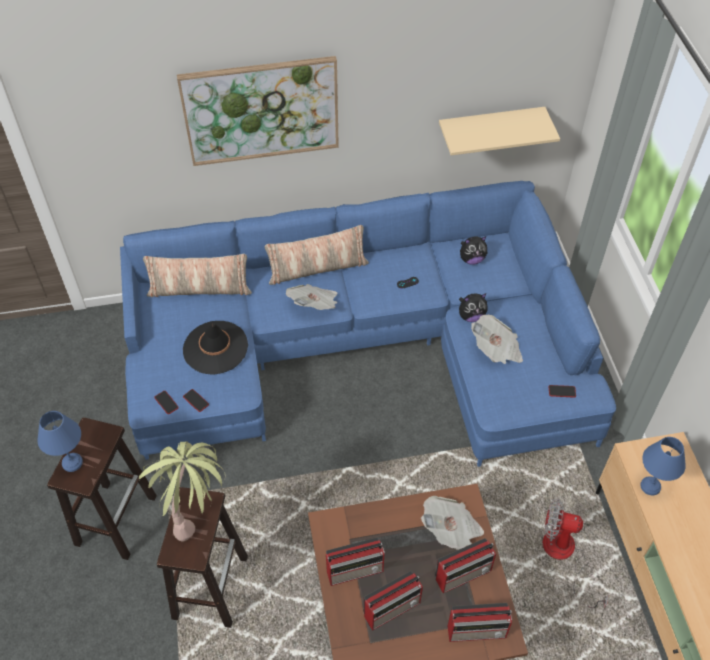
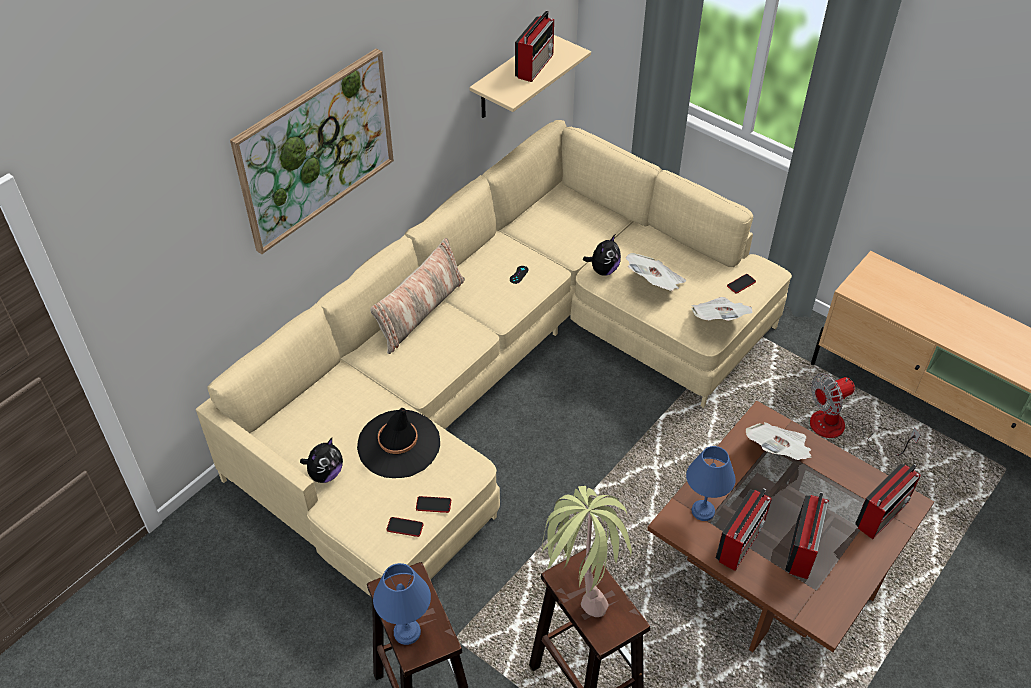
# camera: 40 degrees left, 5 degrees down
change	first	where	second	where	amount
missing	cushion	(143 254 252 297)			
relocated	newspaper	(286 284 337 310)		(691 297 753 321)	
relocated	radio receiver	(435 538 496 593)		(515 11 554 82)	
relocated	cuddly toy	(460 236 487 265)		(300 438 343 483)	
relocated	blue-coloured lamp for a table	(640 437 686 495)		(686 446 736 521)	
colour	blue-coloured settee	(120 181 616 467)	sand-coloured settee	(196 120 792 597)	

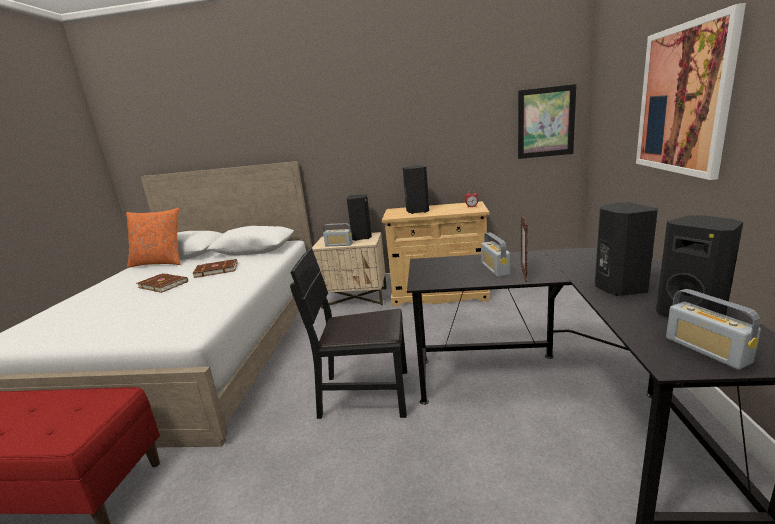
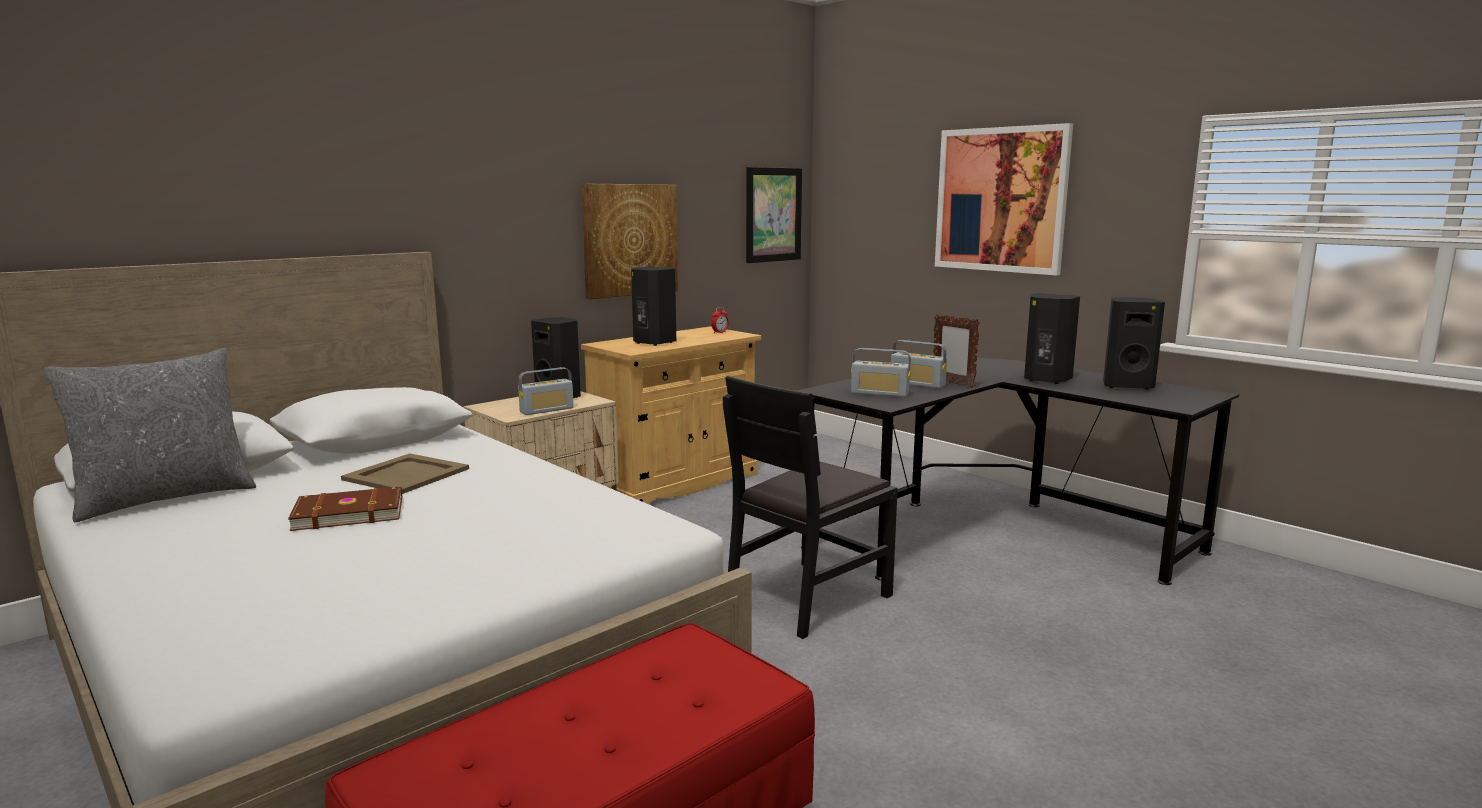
# camera: 50 degrees left, 5 degrees down
change	first	where	second	where	amount
appeared			picture	(582 183 678 299)	
relocated	radio receiver	(666 289 761 370)		(851 348 911 397)	
exchanged	brownish book	(192 259 238 278)	sand-coloured serving tray	(341 453 469 494)	
colour	orange cushion	(126 208 181 268)	greyish cushion	(43 348 256 522)	

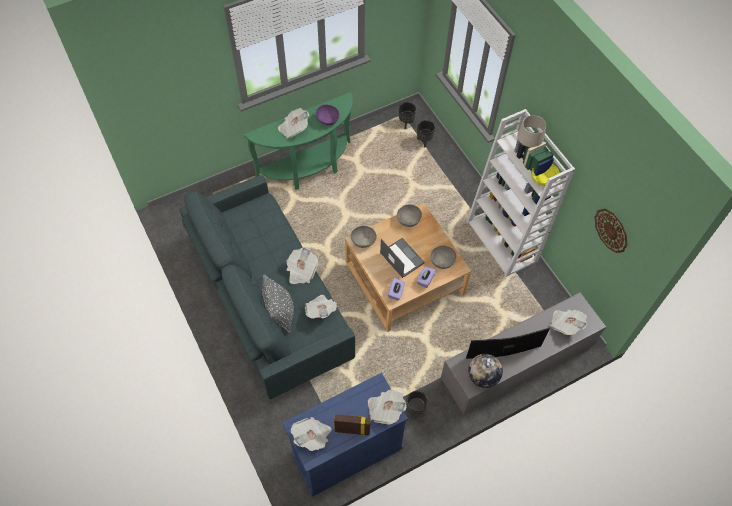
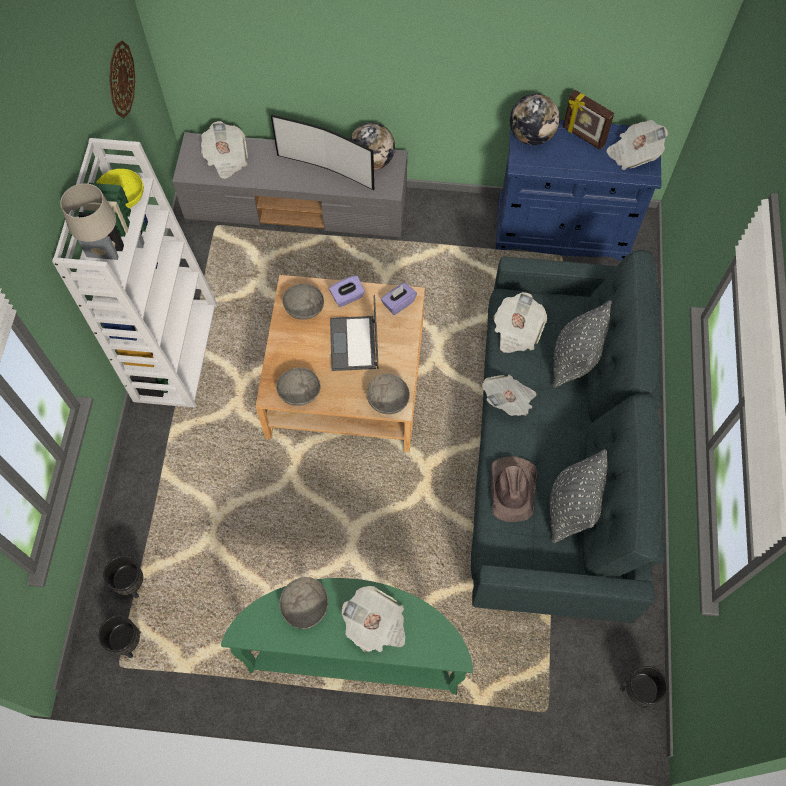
# camera: 145 degrees left, 5 degrees up
change	first	where	second	where	amount
appeared			brownish hat	(491 456 537 522)	
appeared			greyish cushion	(550 449 607 544)	
relocated	black planter	(406 391 428 420)		(622 666 668 708)	
exchanged	newspaper	(368 389 406 425)	globe	(510 93 560 145)	
colour	purple bowl	(316 105 339 125)	greyish bowl	(279 577 328 629)	

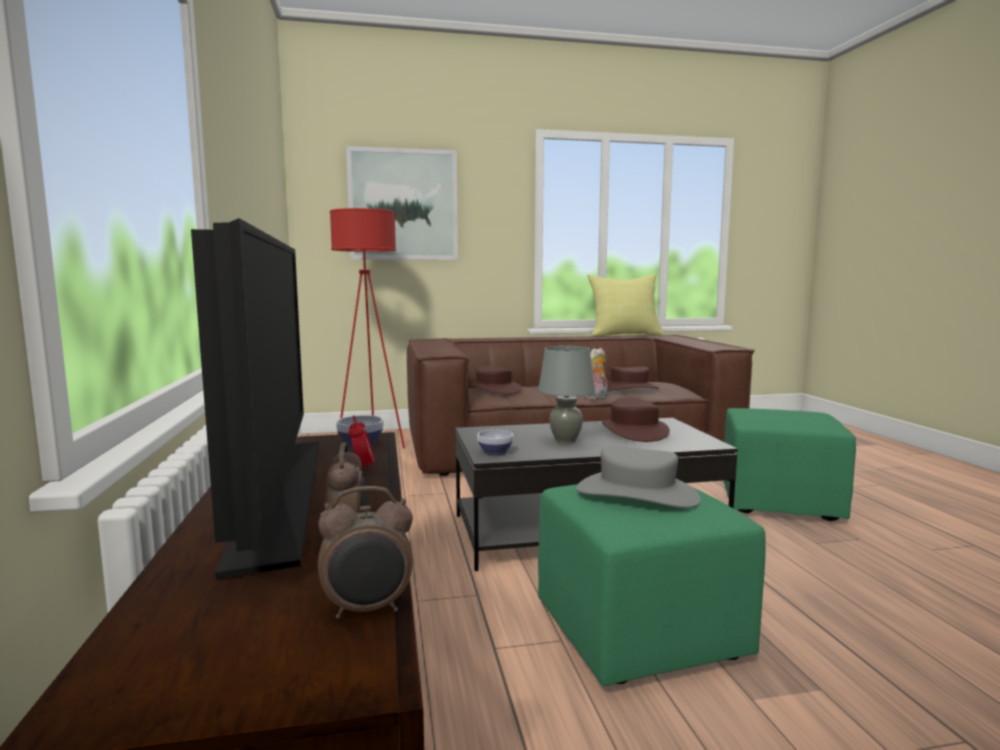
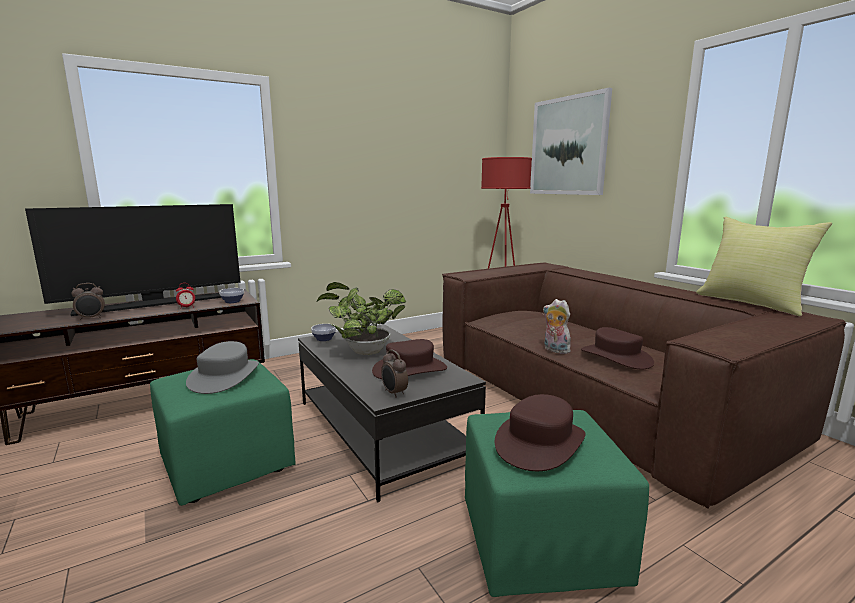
# camera: 70 degrees right, 5 degrees up
change	first	where	second	where	amount
relocated	table clock	(318 486 413 619)		(381 350 408 398)	
relocated	brownish hat	(468 366 522 394)		(495 394 586 471)	
exchanged	greyish lamp for a table	(538 346 595 444)	houseplant	(317 282 406 355)	

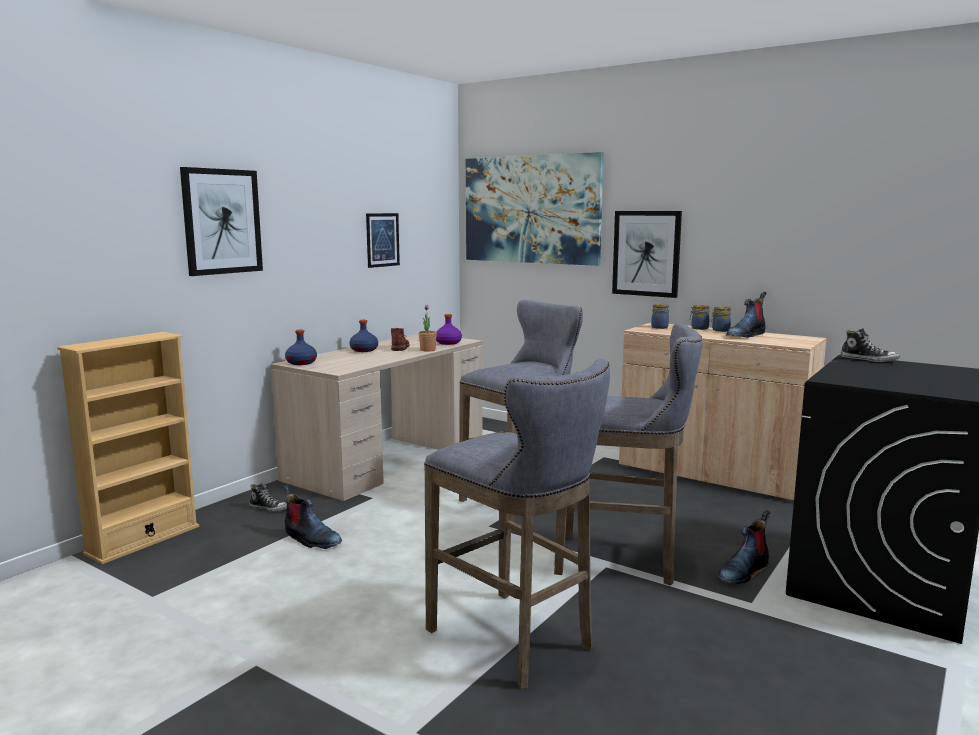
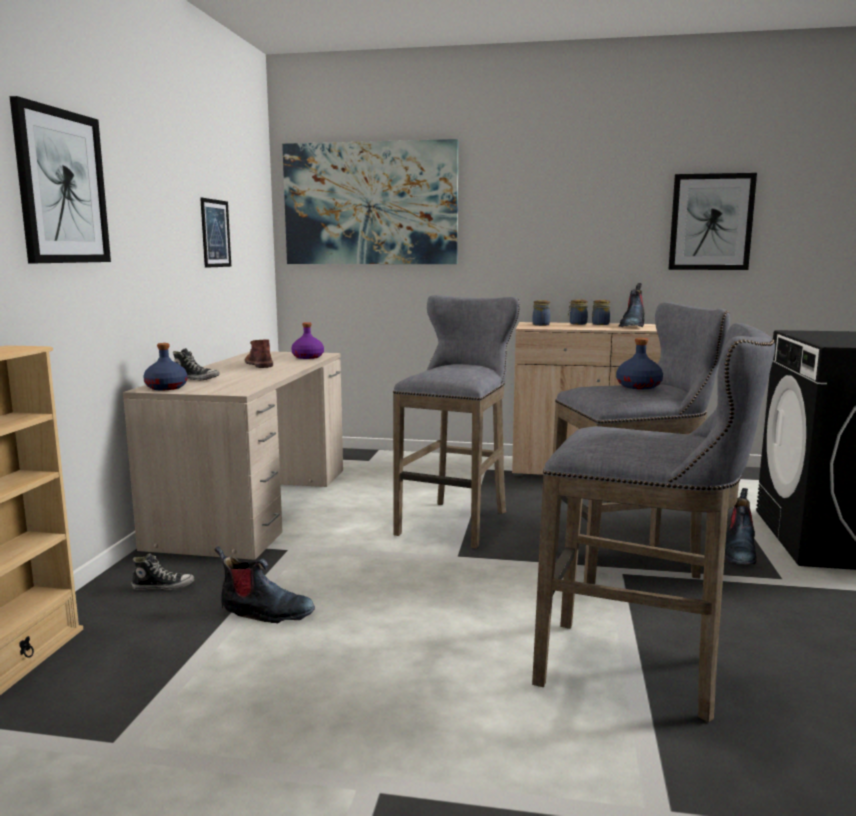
# camera: 25 degrees left, 0 degrees up
change	first	where	second	where	amount
missing	houseplant	(419 305 437 351)			
relocated	blue-coloured drink bottle	(349 320 378 352)		(616 338 663 389)	
relocated	picture	(612 211 682 298)		(668 173 757 270)	
relocated	low shoe	(841 328 900 362)		(173 348 220 380)	

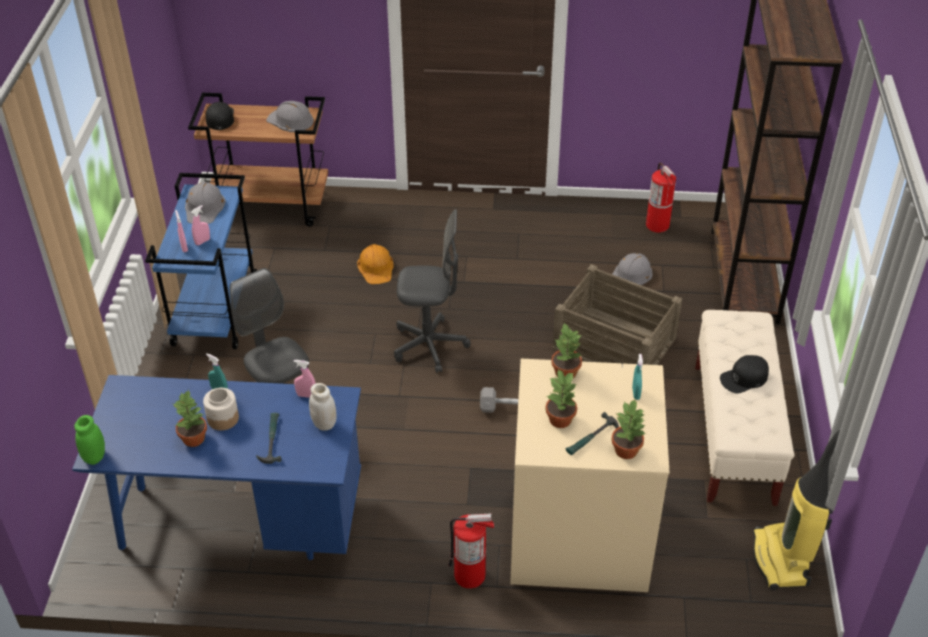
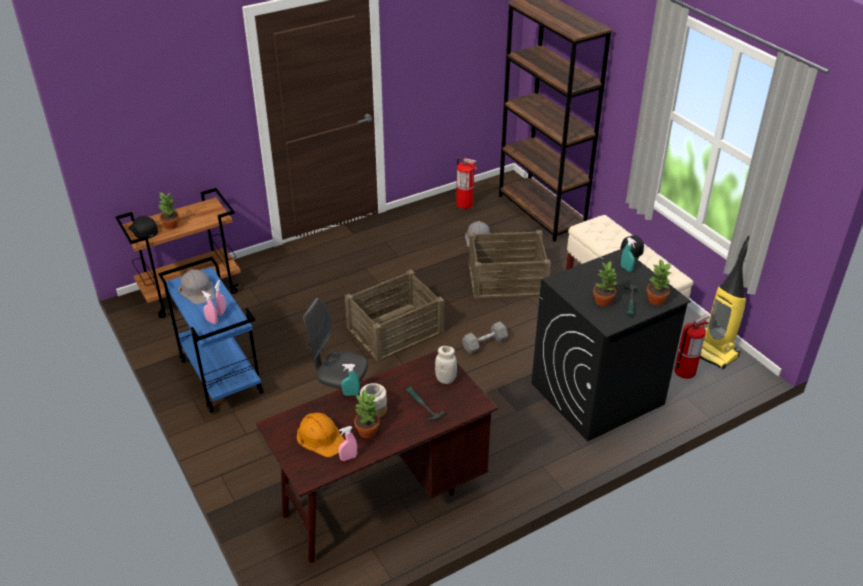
# camera: 35 degrees left, 5 degrees down
change	first	where	second	where	amount
missing	green storage jar	(74 415 105 465)			
missing	greyish hard hat	(266 101 314 132)			
relocated	pinkish spray bottle	(294 360 316 398)		(338 426 357 461)	
relocated	orange hard hat	(357 244 393 284)		(297 413 345 457)	
relocated	fire extinguisher	(448 513 494 588)		(674 314 710 379)	
relocated	houseplant	(551 323 582 378)		(158 192 179 229)	
exchanged	greyish computer chair	(394 209 471 373)	crate	(344 269 445 362)	
colour	blue-coloured desk	(72 375 361 560)	brownish desk	(255 350 498 563)	
colour	sand-coloured laundry machine	(510 359 670 592)	black laundry machine	(532 248 691 441)	

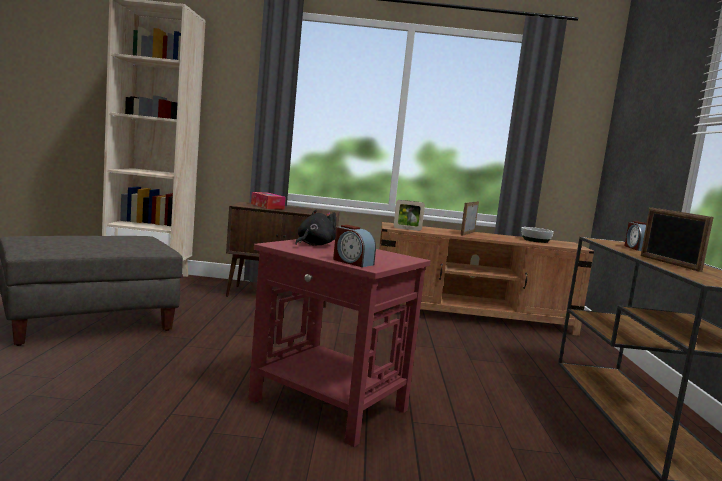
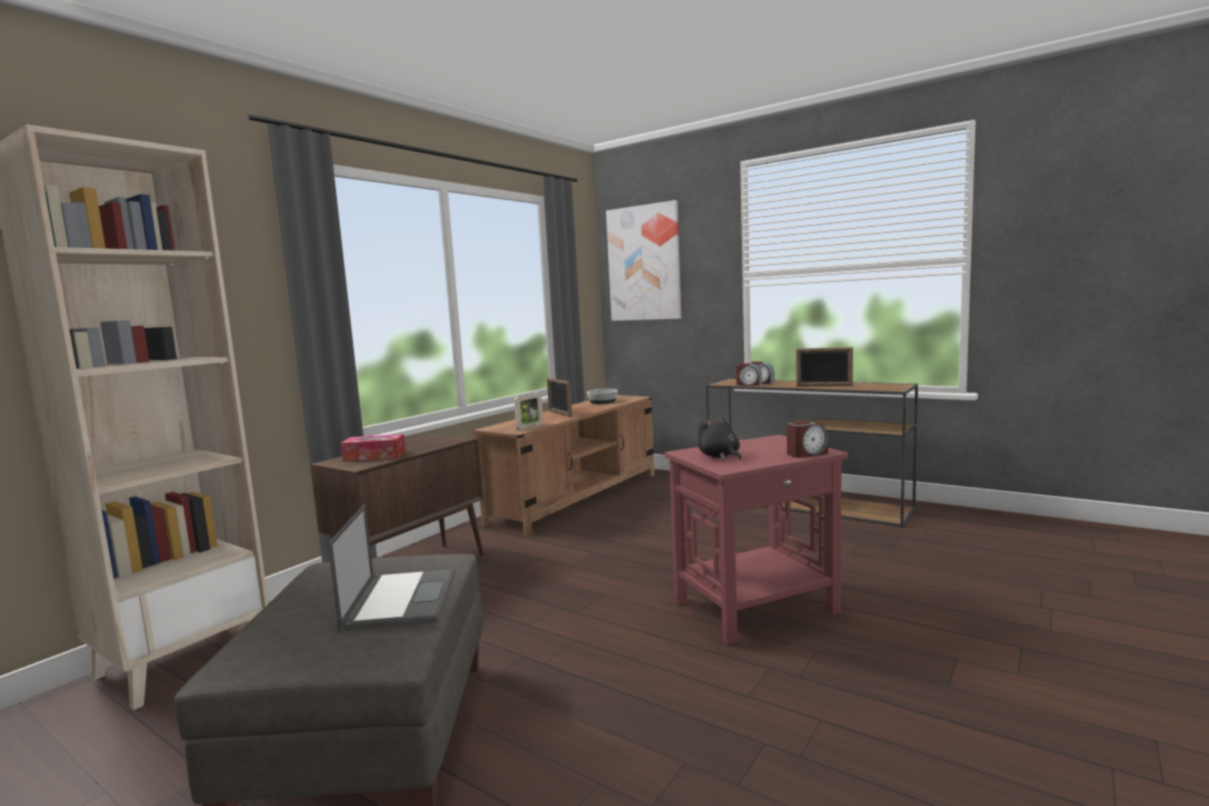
# camera: 55 degrees left, 0 degrees up
change	first	where	second	where	amount
appeared			notebook computer	(328 504 455 631)	
appeared			picture	(606 200 681 321)	
appeared			table clock	(736 363 762 386)	

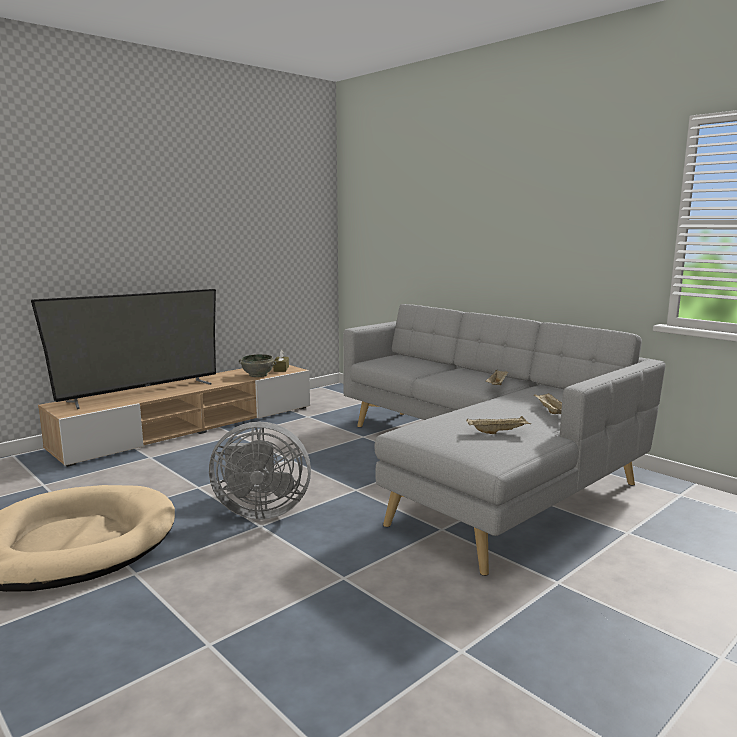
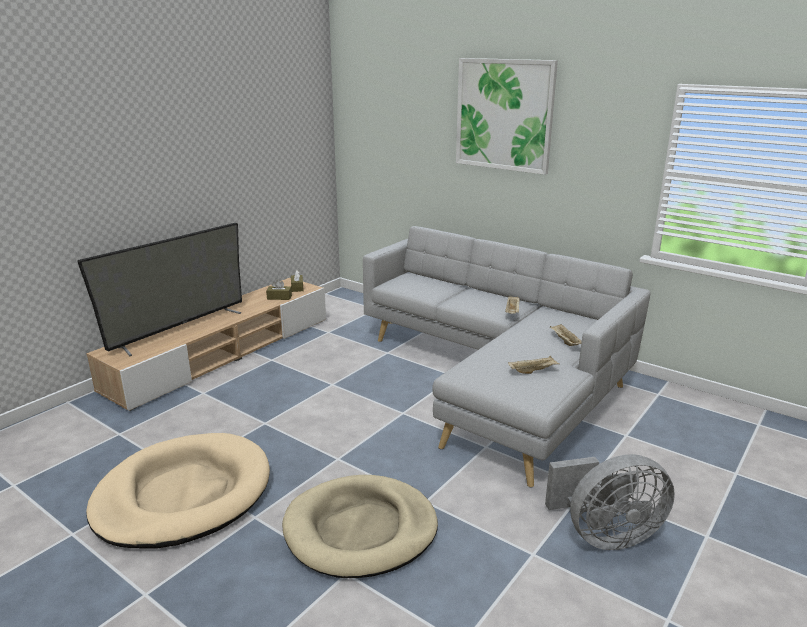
# camera: 10 degrees left, 10 degrees up
change	first	where	second	where	amount
appeared			sand-coloured dog bed	(282 475 438 578)	
appeared			picture	(456 58 558 175)	
relocated	greyish electric fan	(209 422 311 520)		(545 454 675 550)	
exchanged	greyish bowl	(239 354 276 377)	brownish box of tissues	(266 280 292 300)	

